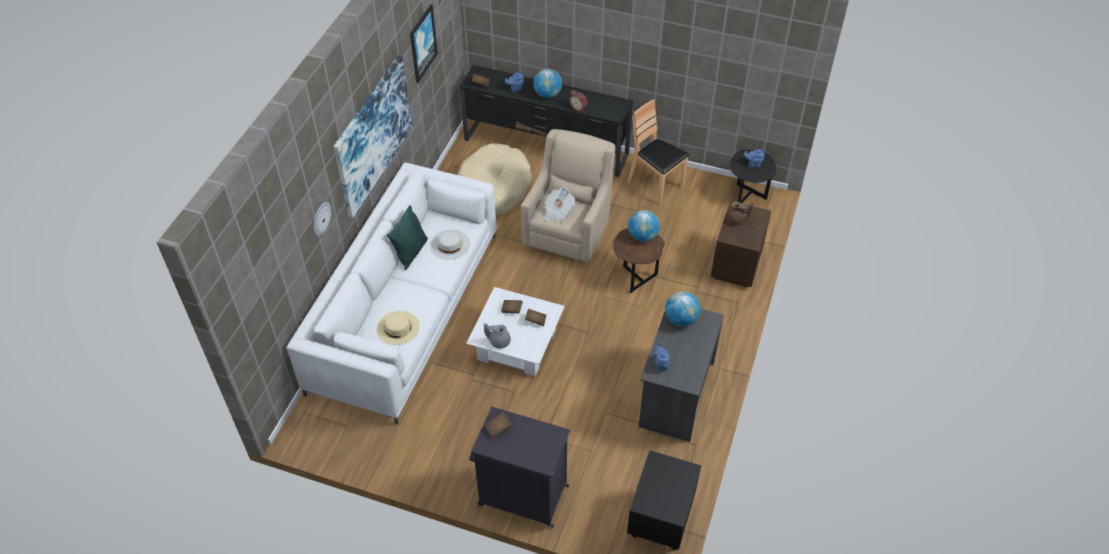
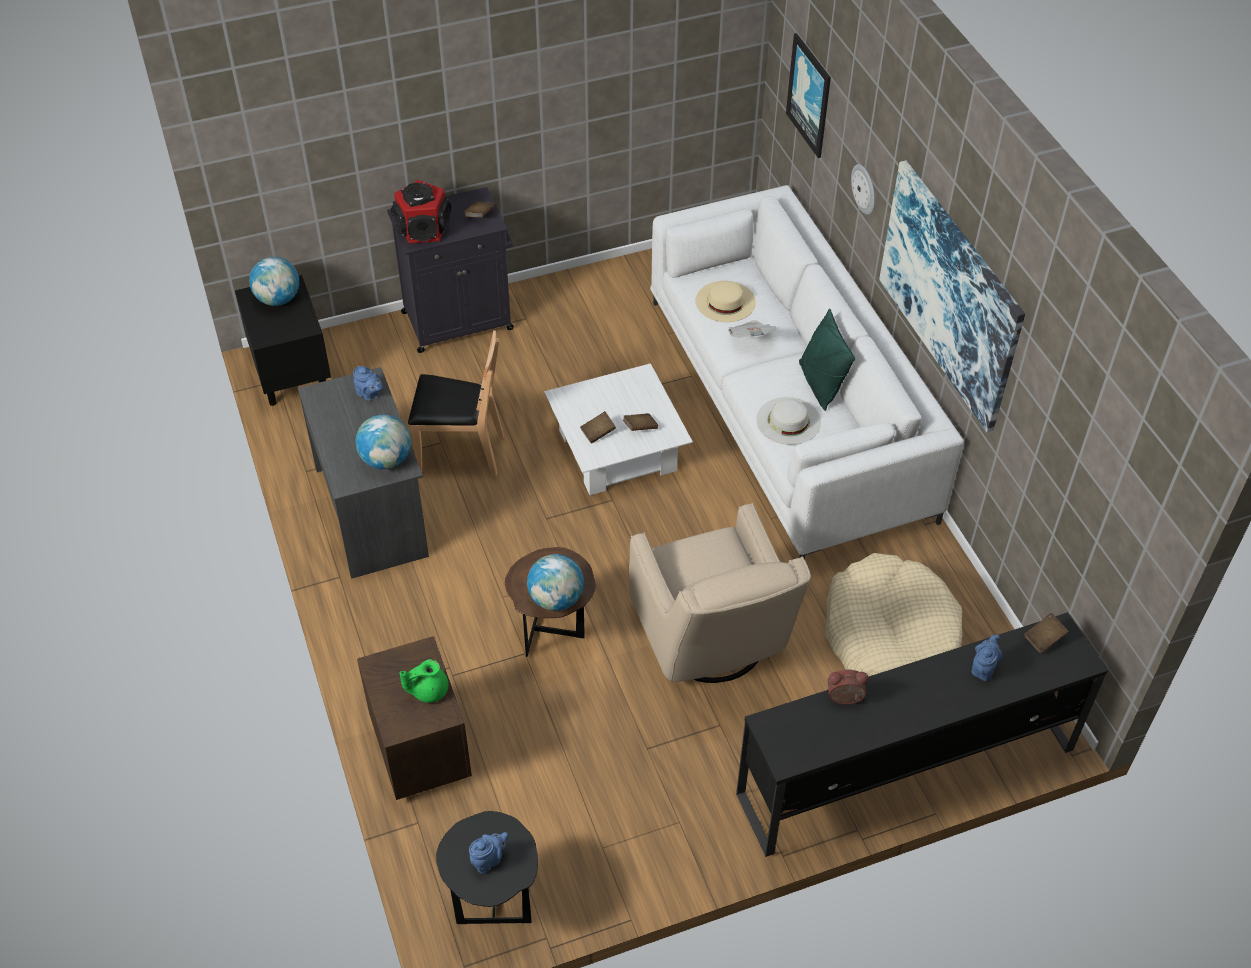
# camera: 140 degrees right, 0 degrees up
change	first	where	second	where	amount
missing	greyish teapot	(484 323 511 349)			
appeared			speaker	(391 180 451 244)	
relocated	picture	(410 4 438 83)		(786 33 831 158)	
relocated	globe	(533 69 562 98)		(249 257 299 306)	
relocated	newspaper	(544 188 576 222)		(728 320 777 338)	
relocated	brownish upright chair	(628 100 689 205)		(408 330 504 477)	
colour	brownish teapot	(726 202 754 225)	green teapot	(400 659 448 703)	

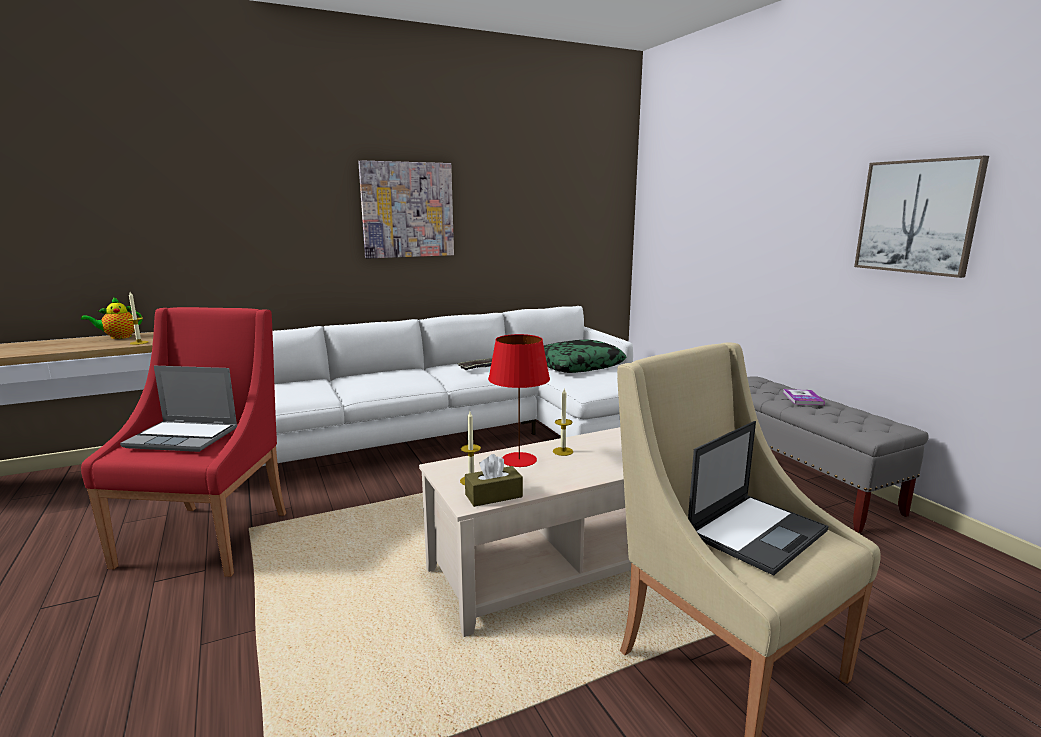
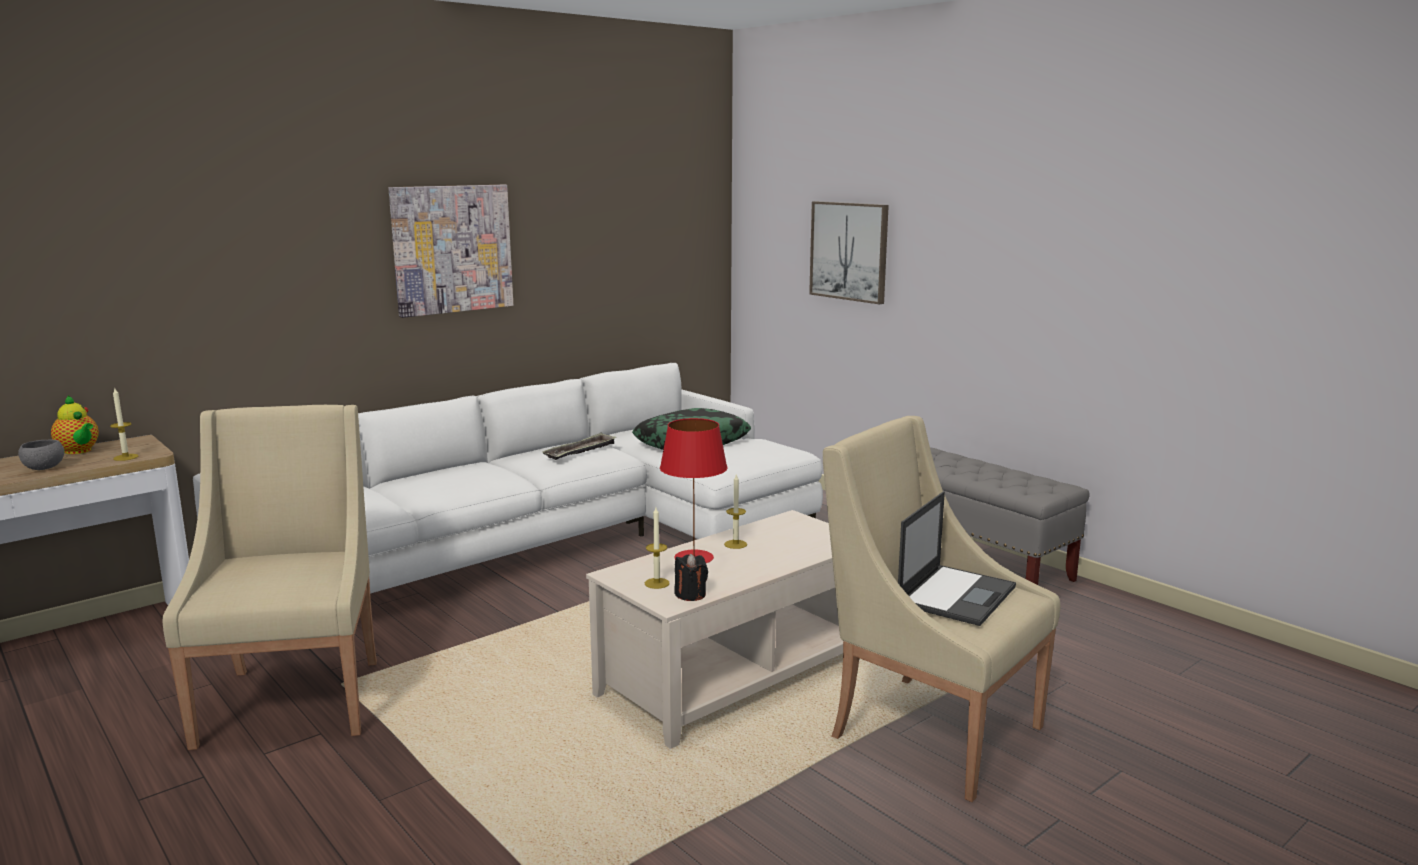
# camera: 15 degrees left, 0 degrees up
change	first	where	second	where	amount
missing	notebook computer	(120 366 238 452)			
missing	book	(783 389 825 405)			
appeared			greyish bowl	(18 440 64 470)	
relocated	picture	(854 156 989 278)		(809 201 889 304)	
exchanged	brownish box of tissues	(465 454 523 507)	black wax light	(674 554 708 601)	
colour	red-coloured lounge chair	(81 307 286 577)	sand-coloured lounge chair	(163 405 377 750)	
spun	teapot	(81 297 142 339)		(51 395 99 454)	90 degrees counterclockwise

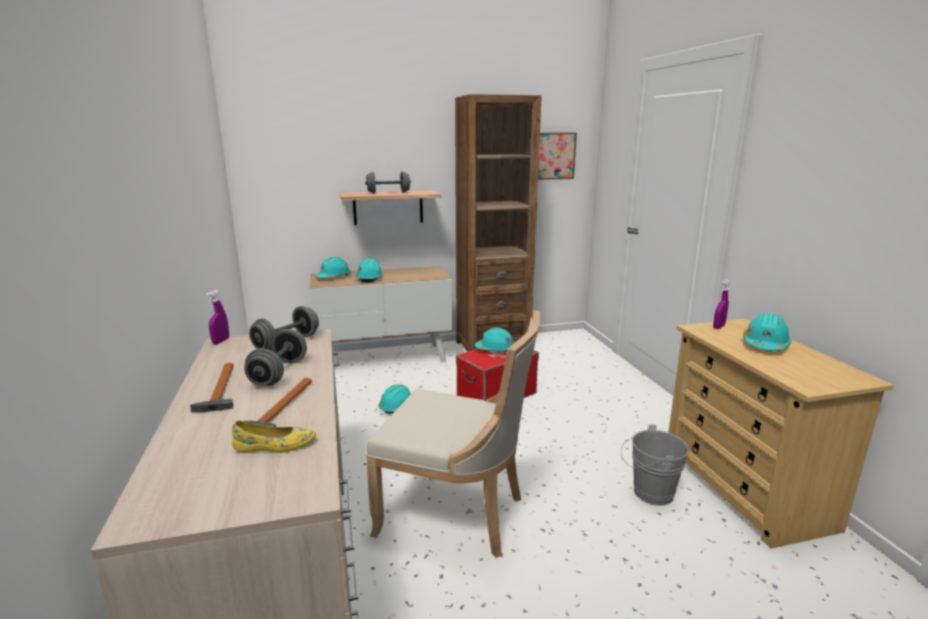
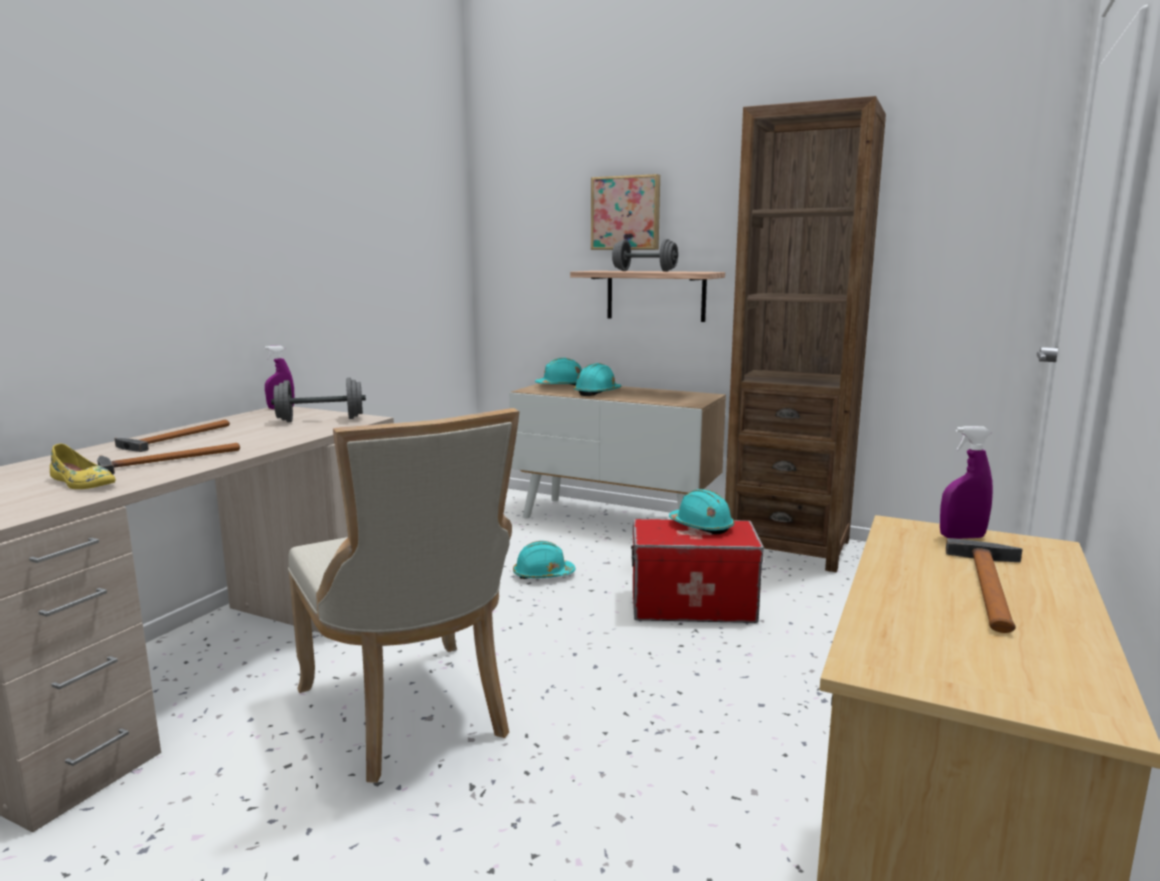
# camera: 40 degrees right, 5 degrees down
change	first	where	second	where	amount
missing	greyish dumbbell	(244 329 307 386)			
missing	greyish pail	(621 425 689 506)			
relocated	picture	(538 133 577 180)		(591 174 660 250)	
exchanged	turquoise hard hat	(743 313 791 351)	tool hammer	(946 538 1022 633)	

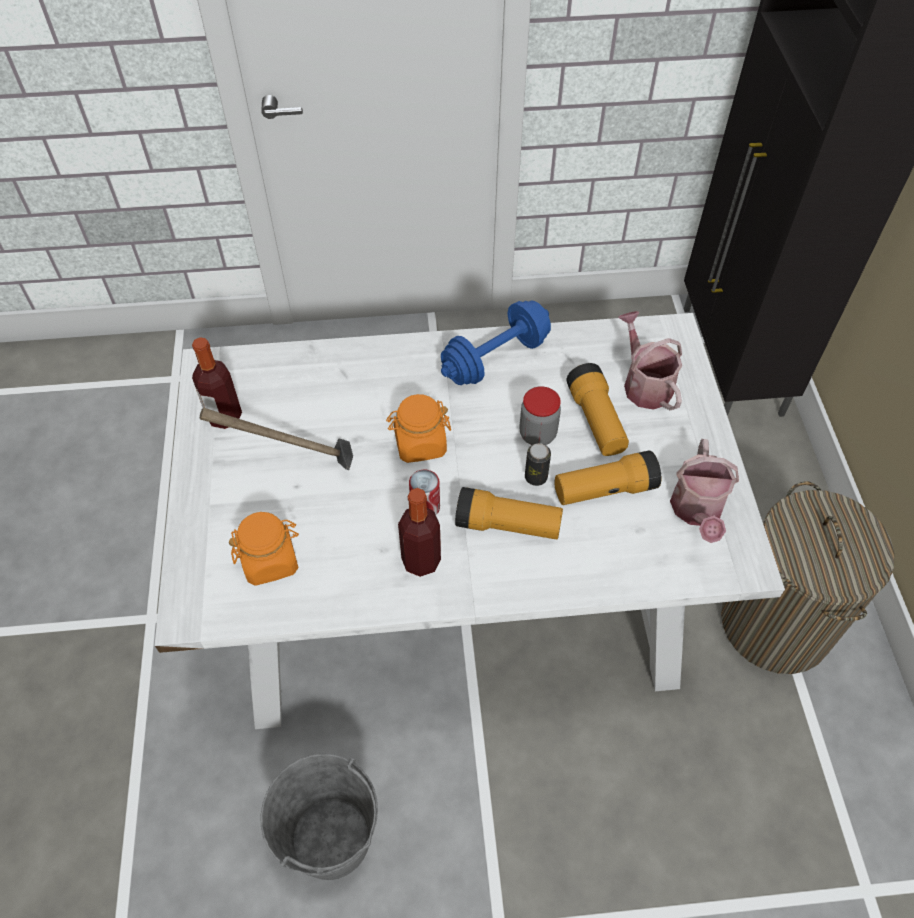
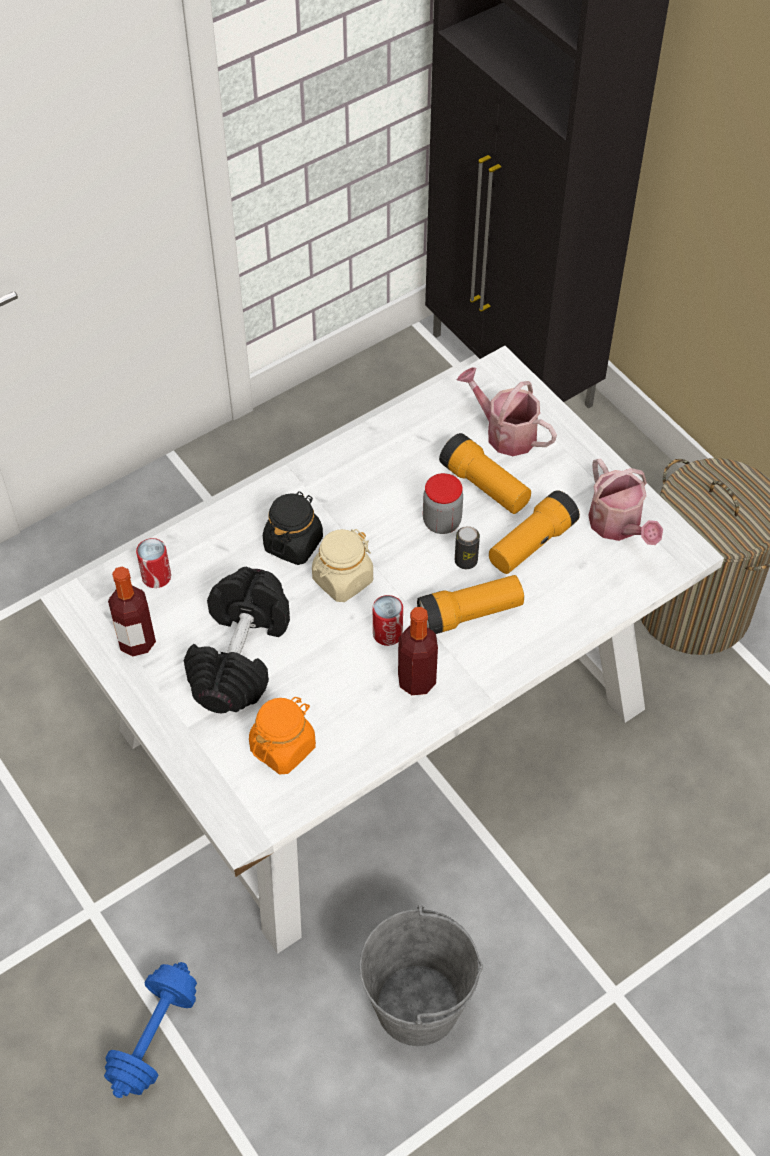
# camera: 30 degrees left, 0 degrees up
change	first	where	second	where	amount
appeared			can	(136 538 171 588)	
appeared			black storage jar	(263 491 323 565)	
relocated	blue-coloured dumbbell	(441 300 551 385)		(104 962 197 1098)	
exchanged	tool hammer	(200 408 353 470)	black dumbbell	(184 567 290 713)	
colour	orange storage jar	(386 394 451 463)	sand-coloured storage jar	(312 529 373 602)	

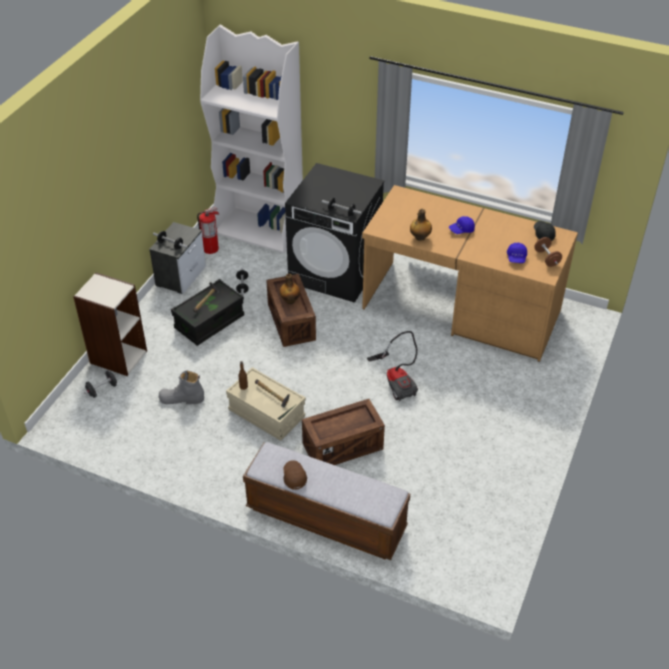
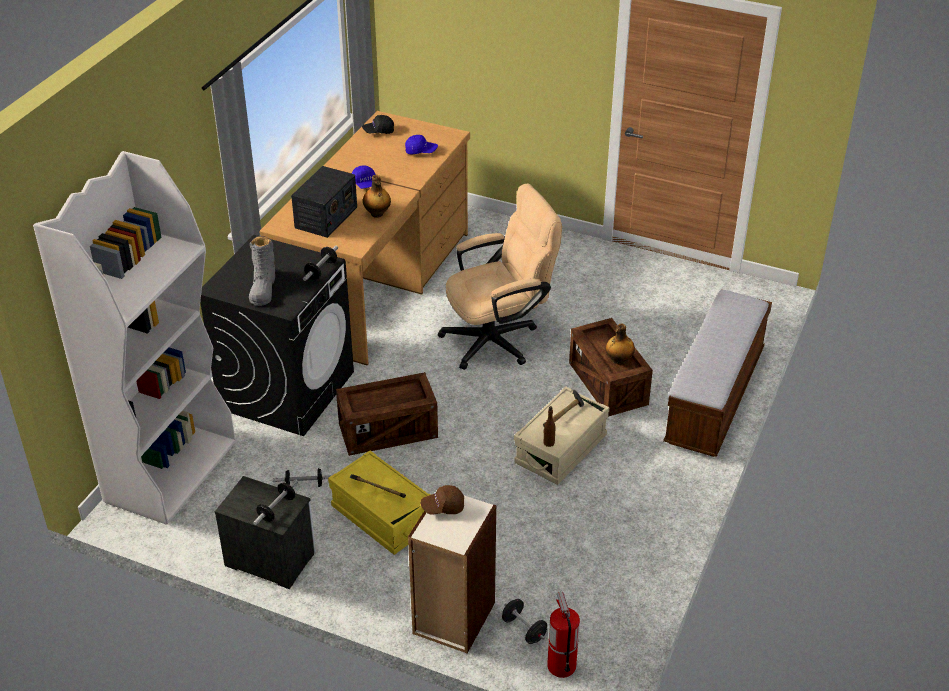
# camera: 90 degrees left, 5 degrees down
change	first	where	second	where	amount
missing	brownish dumbbell	(535 237 562 267)			
appeared			radio receiver	(291 166 357 238)	
relocated	greyish tall boot	(159 370 204 404)		(249 235 275 306)	
relocated	fire extinguisher	(197 207 219 254)		(547 592 580 678)	
relocated	drink bottle	(279 274 300 304)		(606 324 635 365)	
relocated	brownish cap	(284 460 307 490)		(420 485 464 515)	
exchanged	vacuum	(367 331 418 401)	sand-coloured computer chair	(438 184 562 370)	
colour	black storage container	(171 279 244 346)	yellow-coloured storage container	(328 450 430 555)	

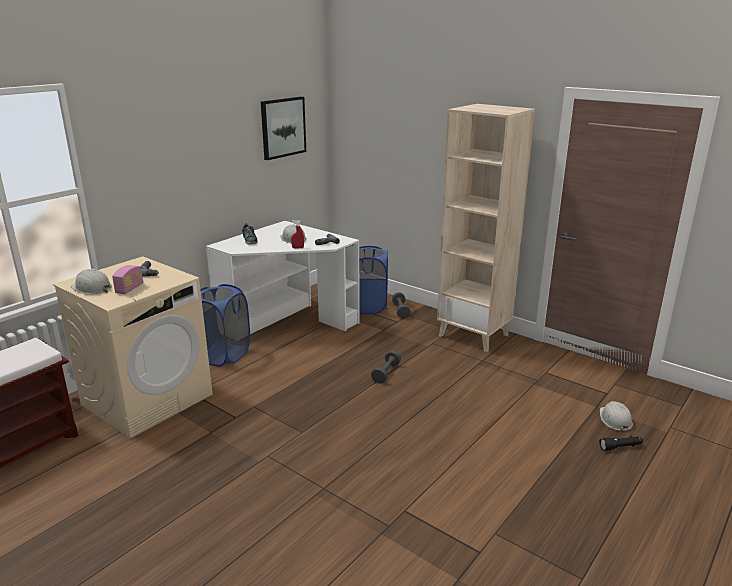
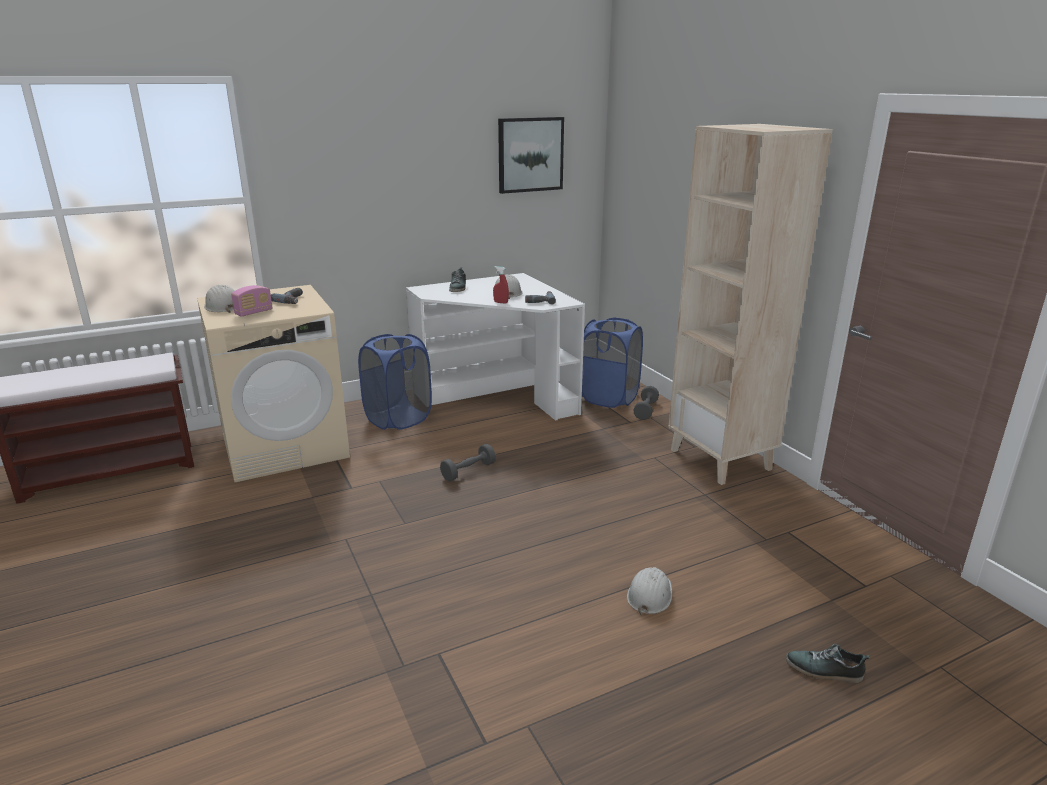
# camera: 25 degrees right, 0 degrees up
change	first	where	second	where	amount
relocated	greyish dumbbell	(371 350 401 384)		(440 444 496 481)	
relocated	white-coloured hard hat	(600 401 633 432)		(627 567 672 615)	
exchanged	black hand torch	(599 436 643 451)	low shoe	(786 644 870 683)	

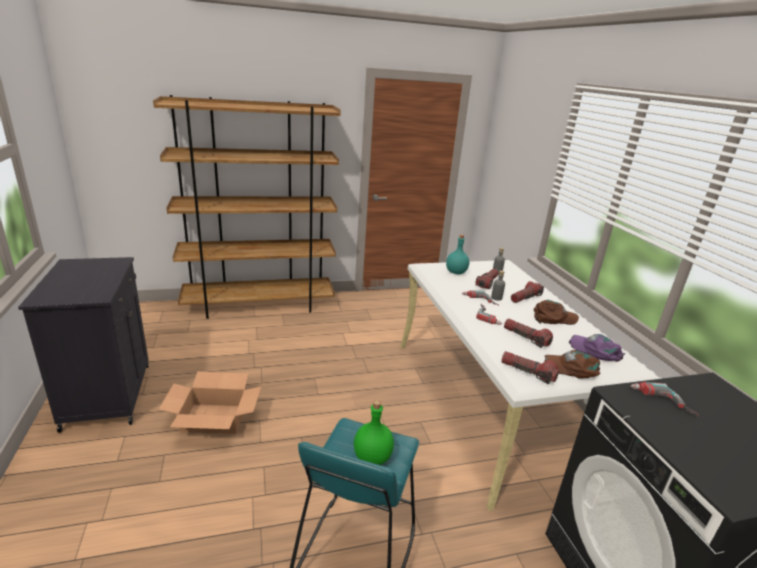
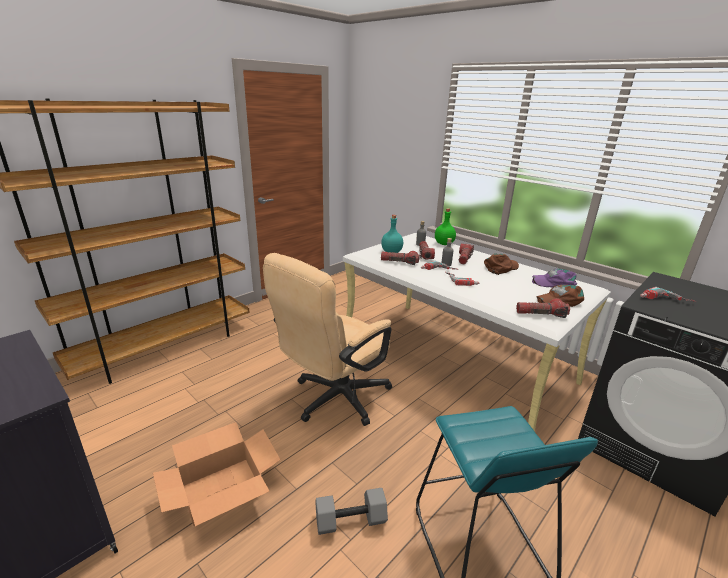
# camera: 30 degrees left, 0 degrees up
change	first	where	second	where	amount
appeared			sand-coloured computer chair	(263 253 392 426)	
appeared			greyish dumbbell	(315 488 388 535)	
relocated	green drink bottle	(354 400 394 465)		(435 208 456 245)	
relocated	hand torch	(504 318 553 348)		(381 251 419 265)	

